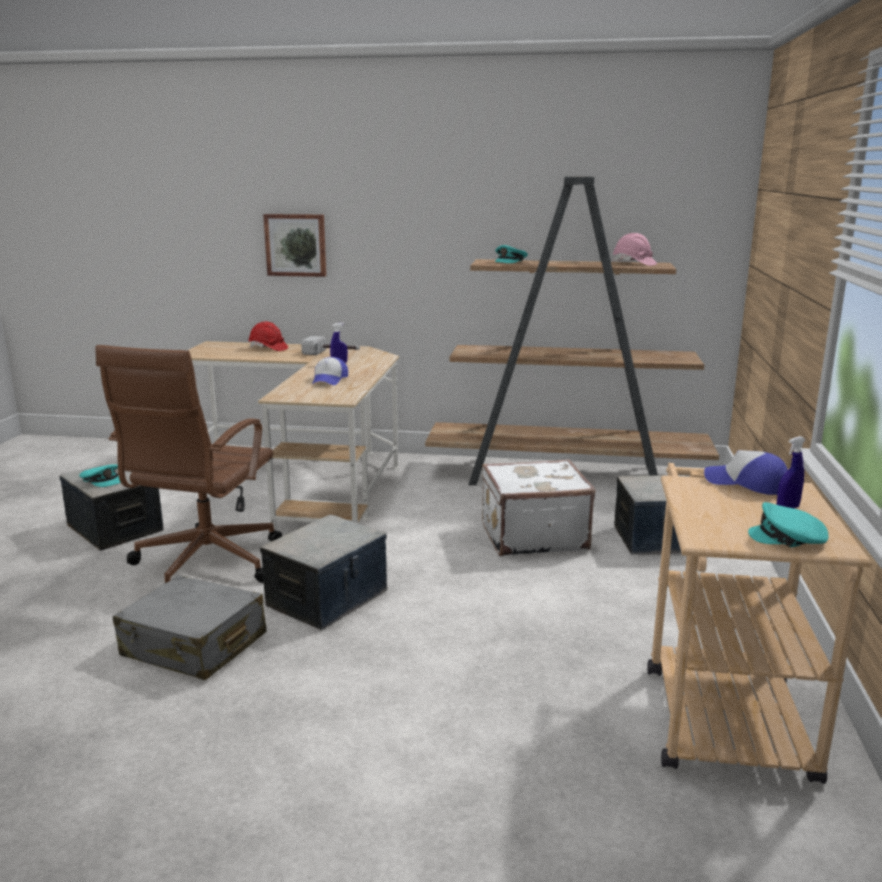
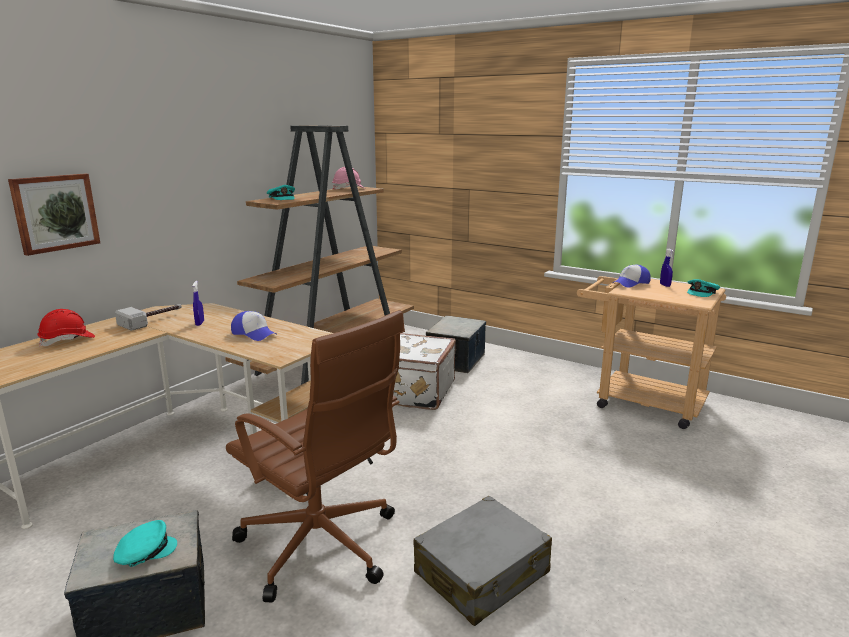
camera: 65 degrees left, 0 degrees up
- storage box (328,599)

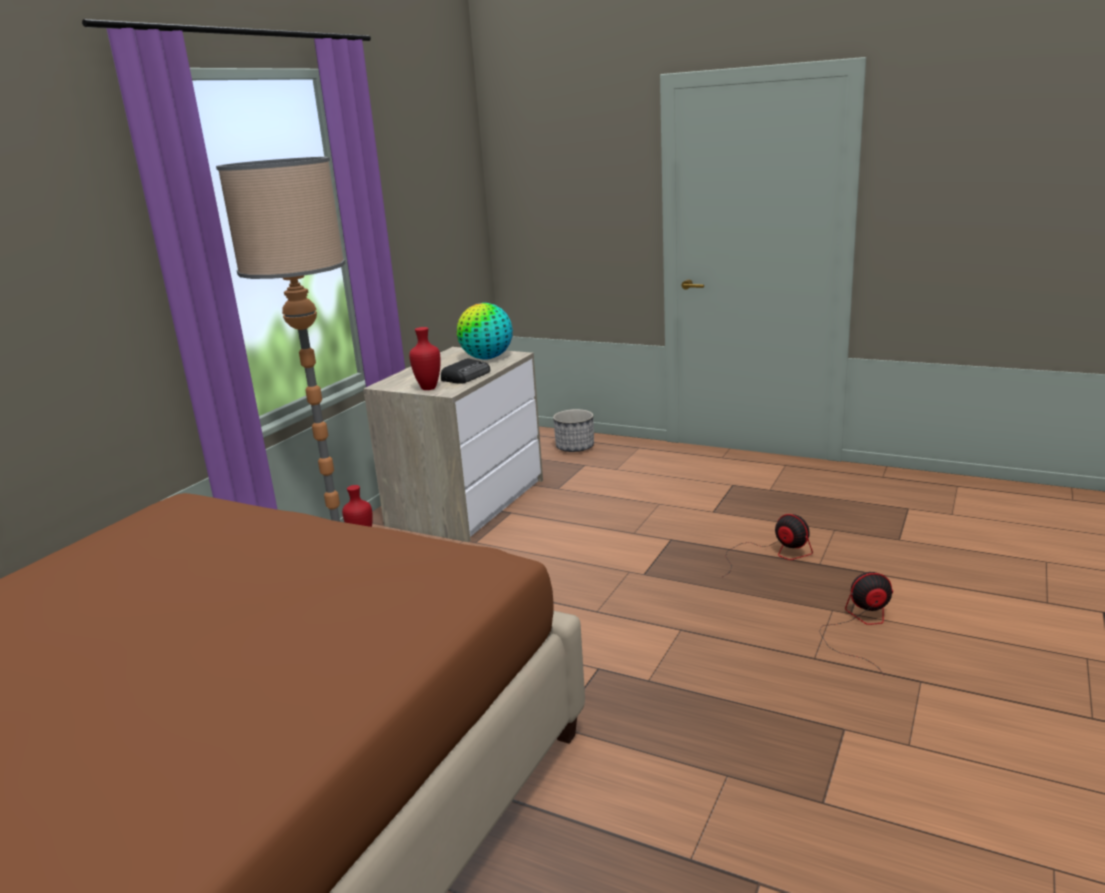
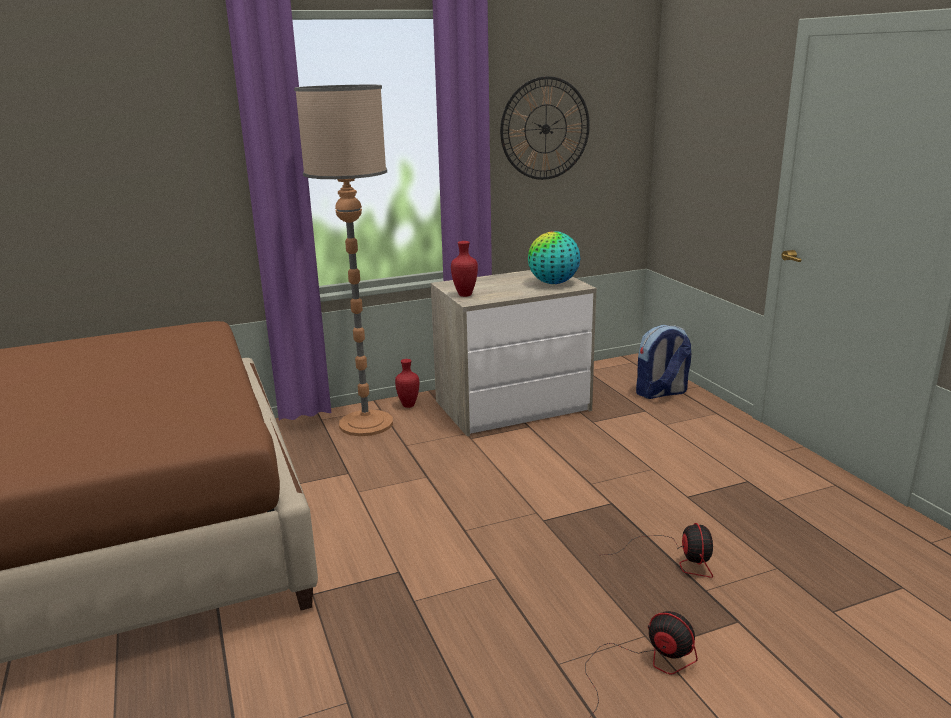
camera: 40 degrees right, 0 degrees up
- radio (466,376)
+ wall clock (545,129)
~ planter (575,447) to backpack (661,393)

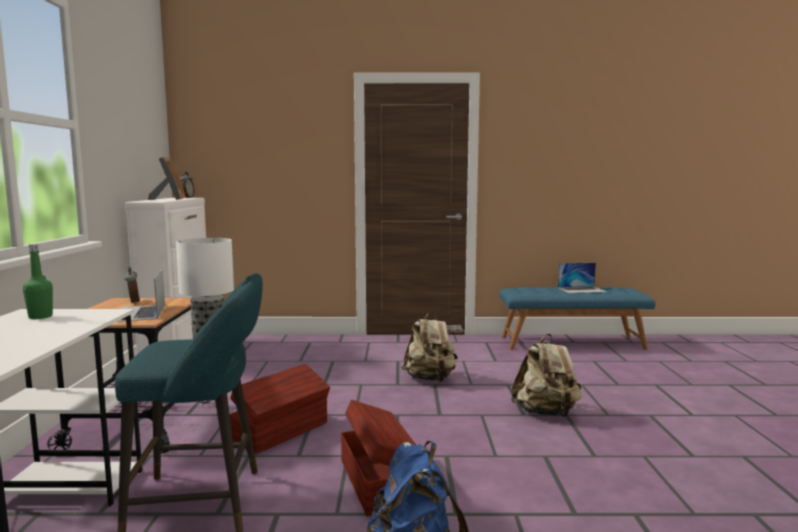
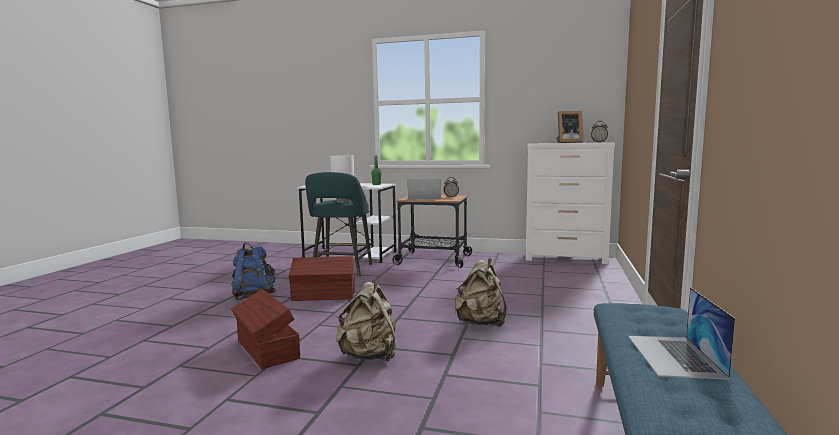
camera: 105 degrees right, 0 degrees up
~ storage box (brown) (282,431) to (266,350)

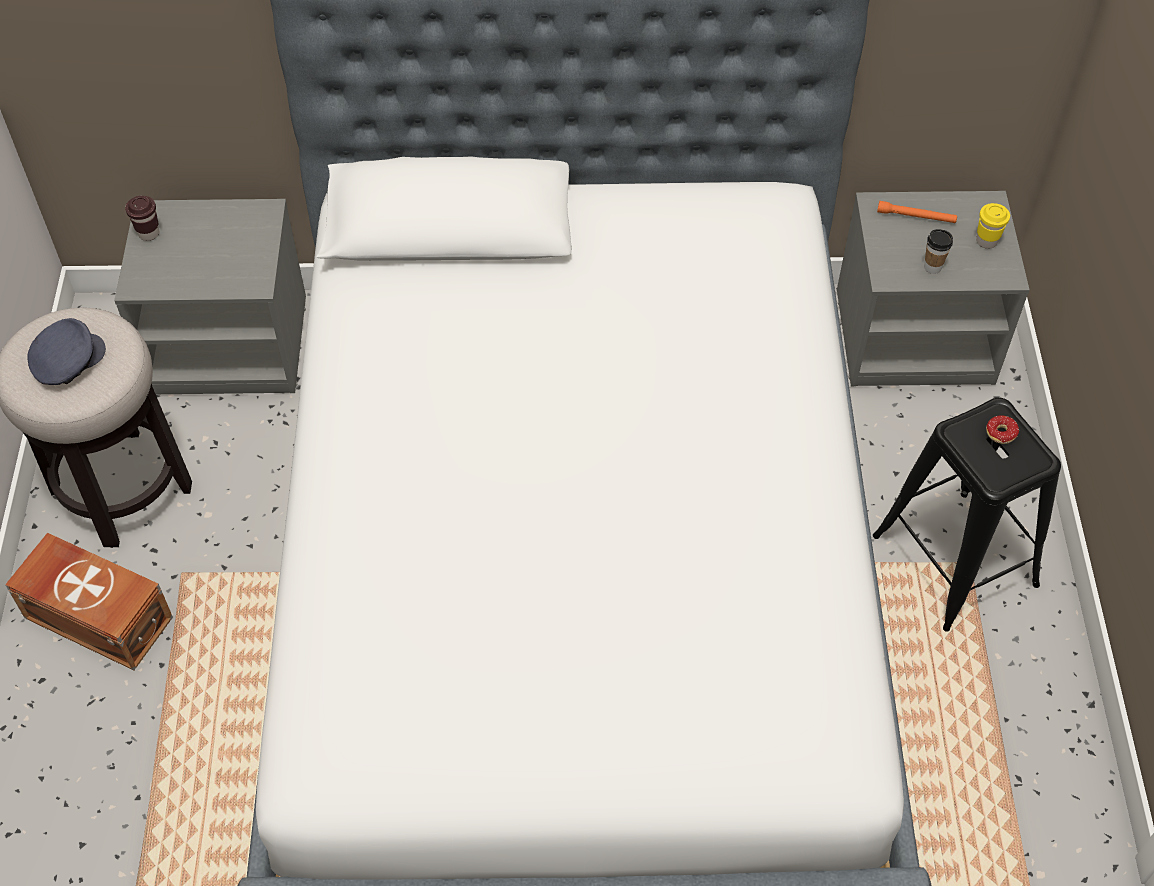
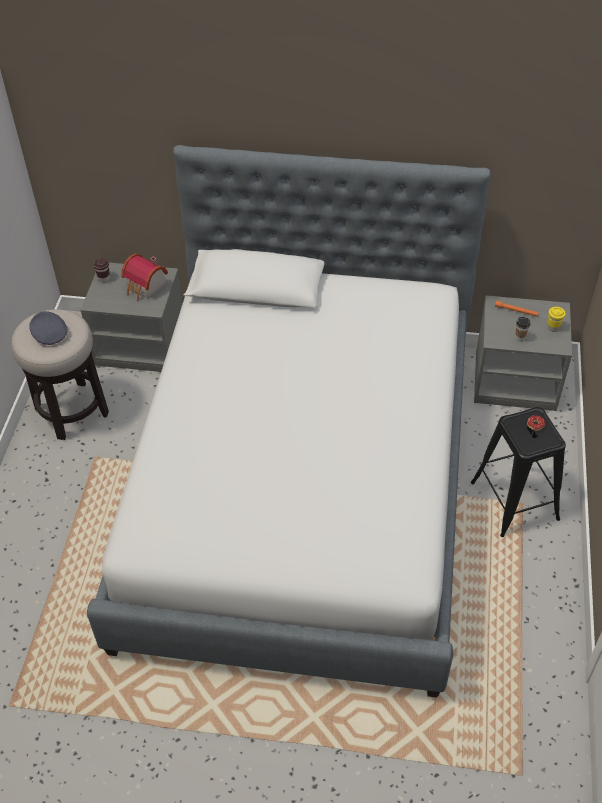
camera: 10 degrees right, 5 degrees down
- storage box (brown) (98,615)
+ toy house (145,287)
~ cap (grey) (67,361) = (49,334) 90 degrees counterclockwise

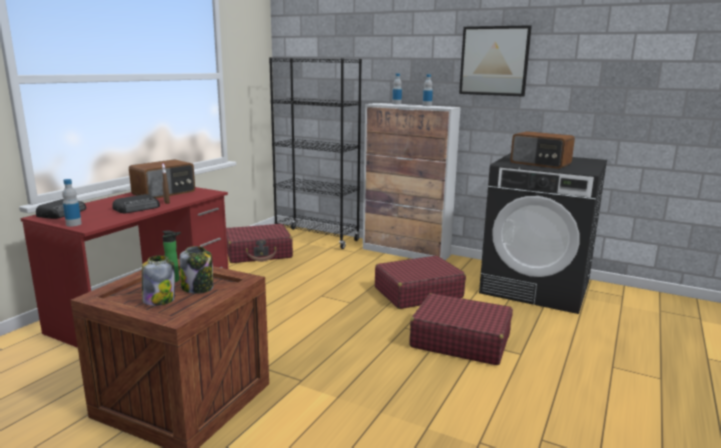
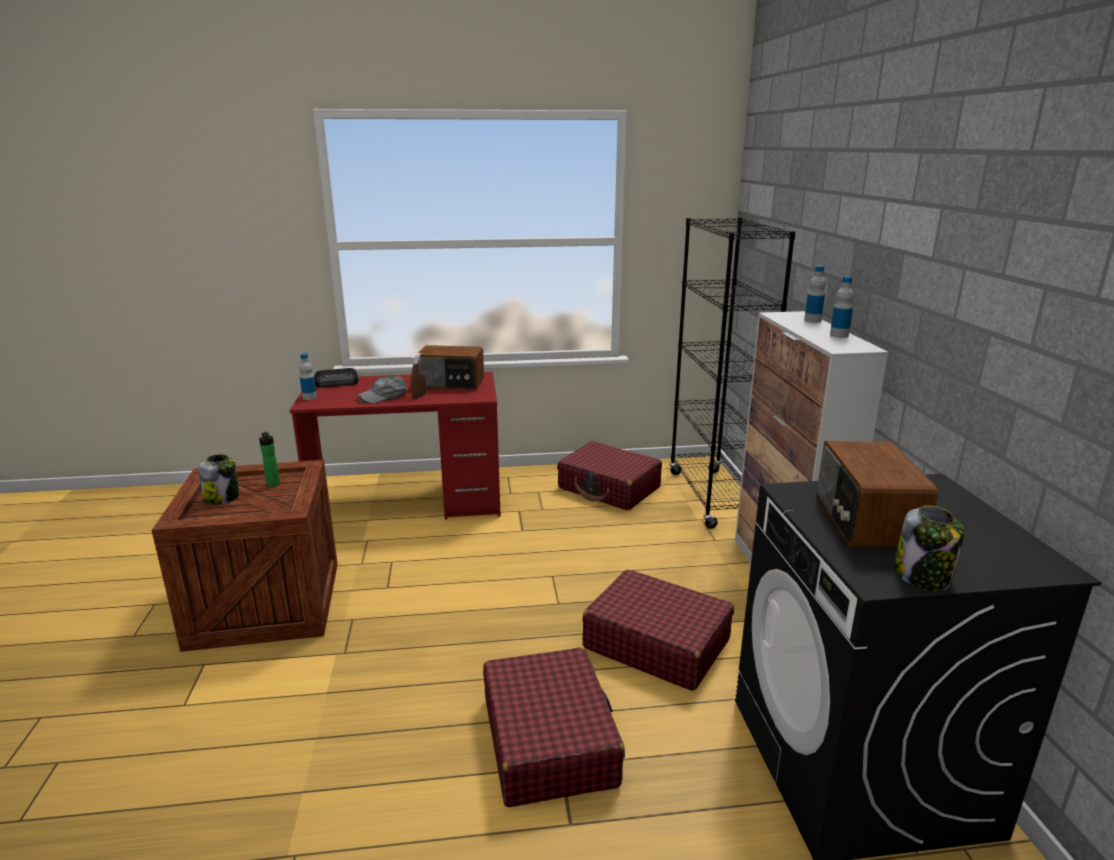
camera: 55 degrees right, 5 degrees up
- picture (494,61)
~ jar (198,288) to (923,577)
~ radio (138,208) to cap (grey) (384,396)

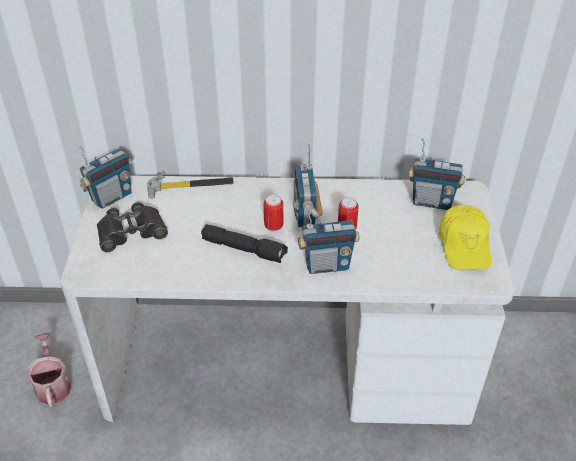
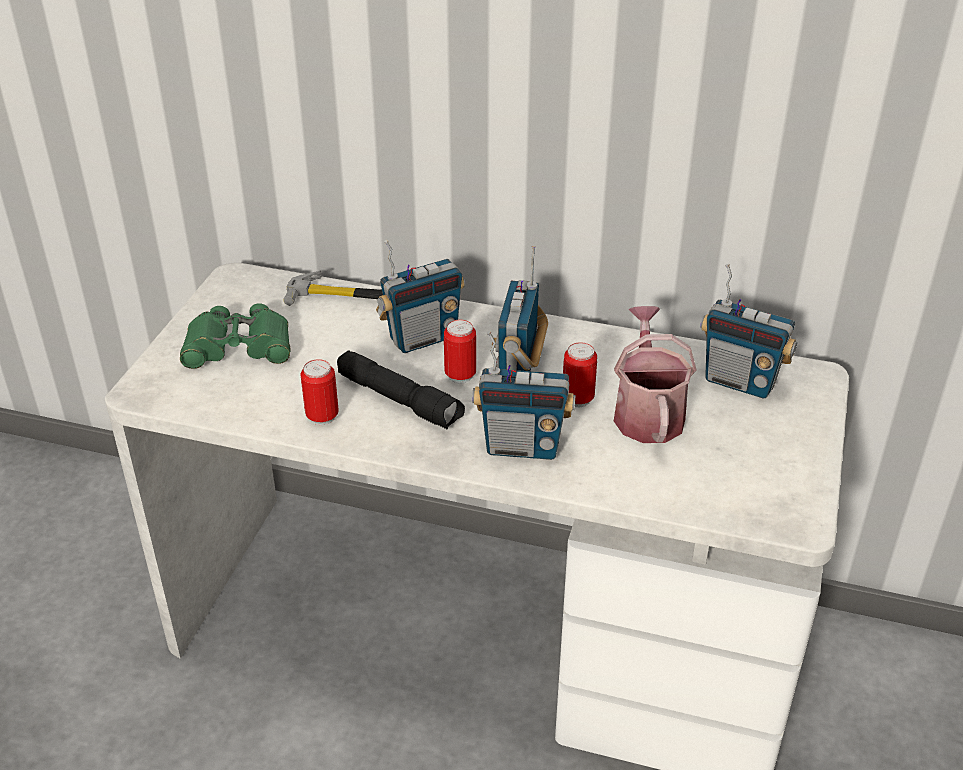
camera: 15 degrees right, 5 degrees down
- cap (yellow) (464,245)
+ can (322,417)
~ watering can (53,384) to (647,412)
~ radio (111,197) to (422,338)
~ binoculars (black) (131,232) to binoculars (green) (238,346)

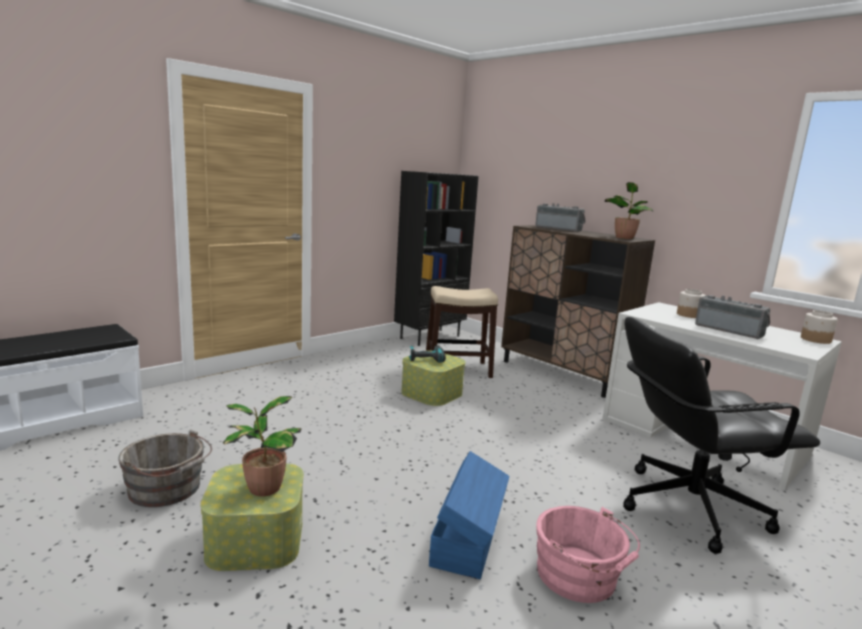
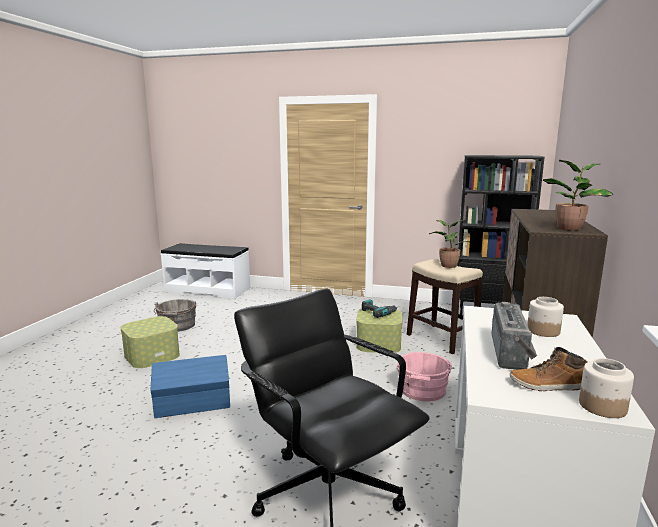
camera: 60 degrees right, 0 degrees up
- radio (559,229)
+ boot (546,385)
~ potted plant (262,488) to (447,265)
~ bucket (pink) (580,577) to (422,391)

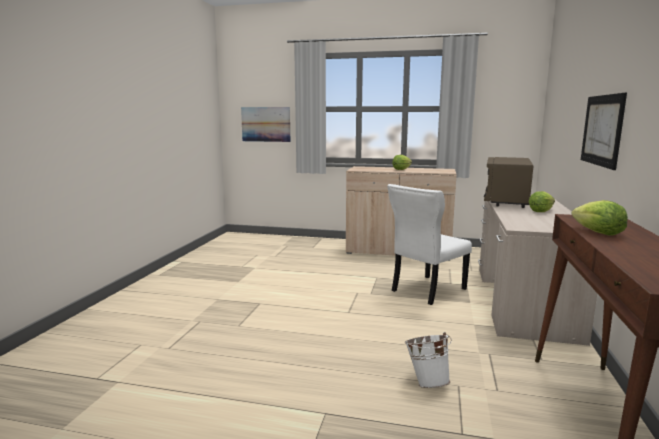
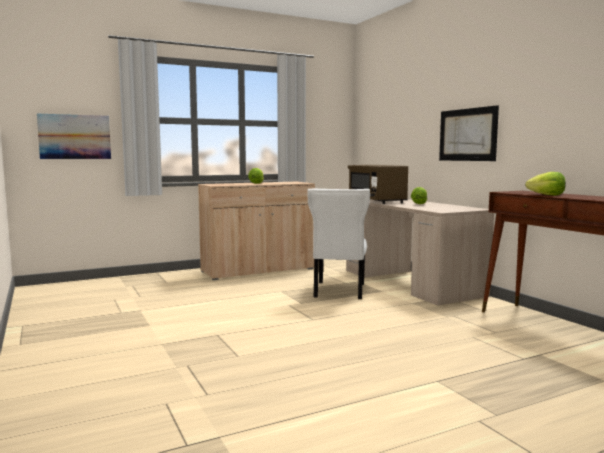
camera: 40 degrees left, 5 degrees down
- bucket (white) (427,382)

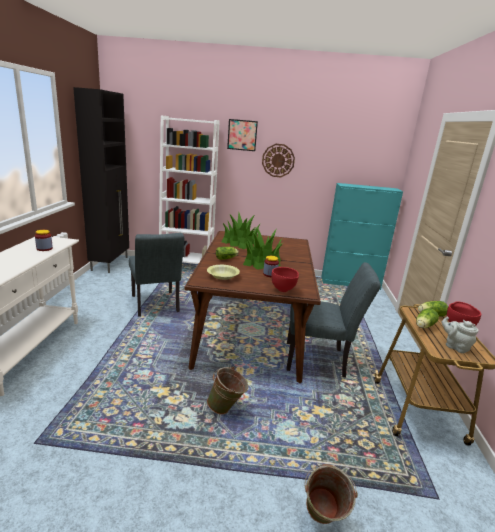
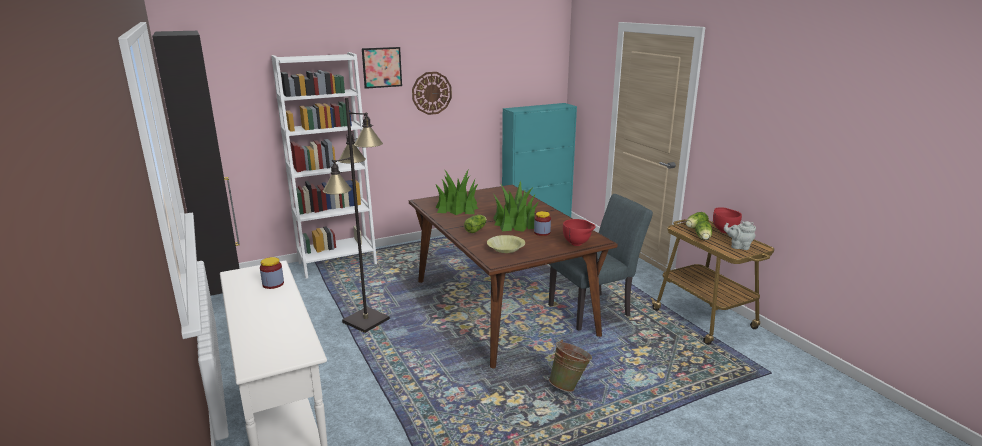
camera: 30 degrees left, 0 degrees up
- bucket (green) (322,521)
~ chair (grey) (156,306) to floor lamp (black) (366,321)

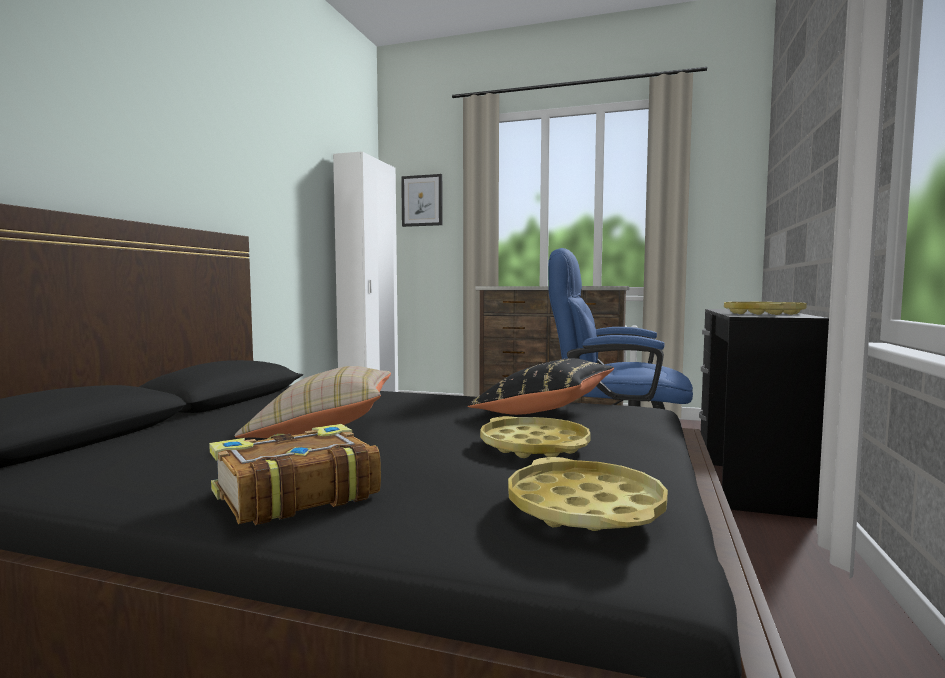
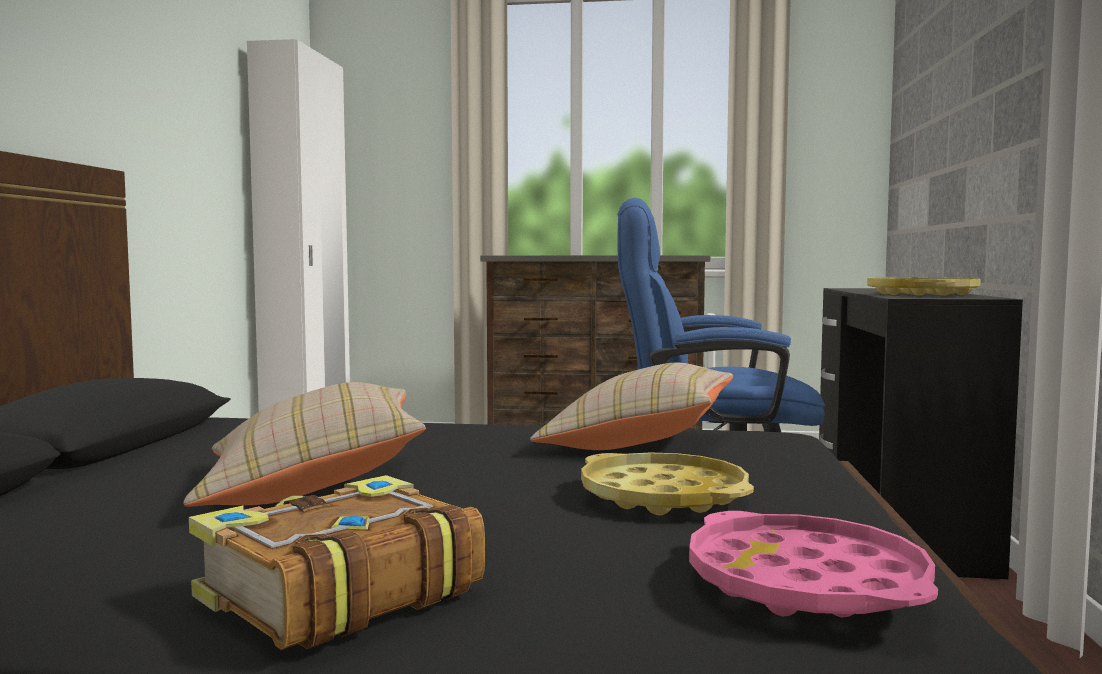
camera: 10 degrees left, 0 degrees up
- picture (422,200)
~ pillow (black) (543,411) to pillow (beige) (638,443)
~ tray (yellow) (585,508) to tray (pink) (805,584)

